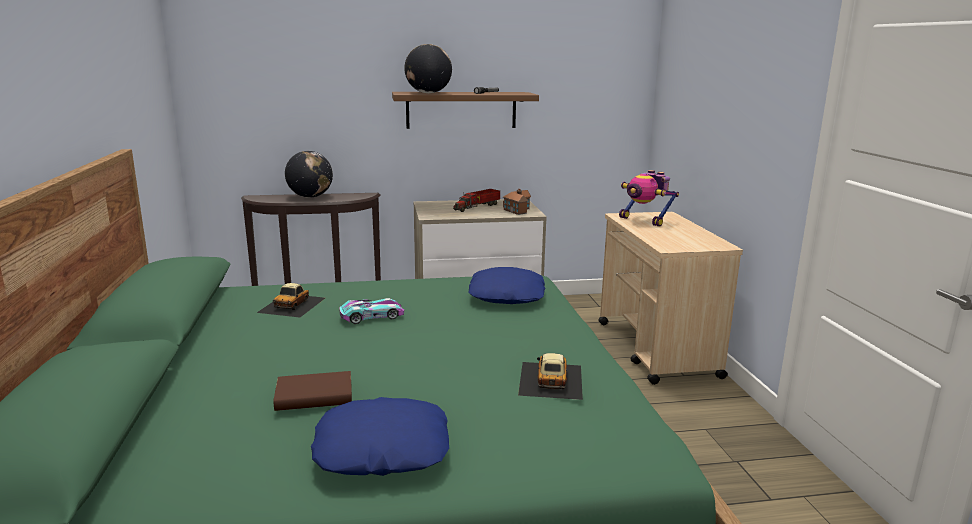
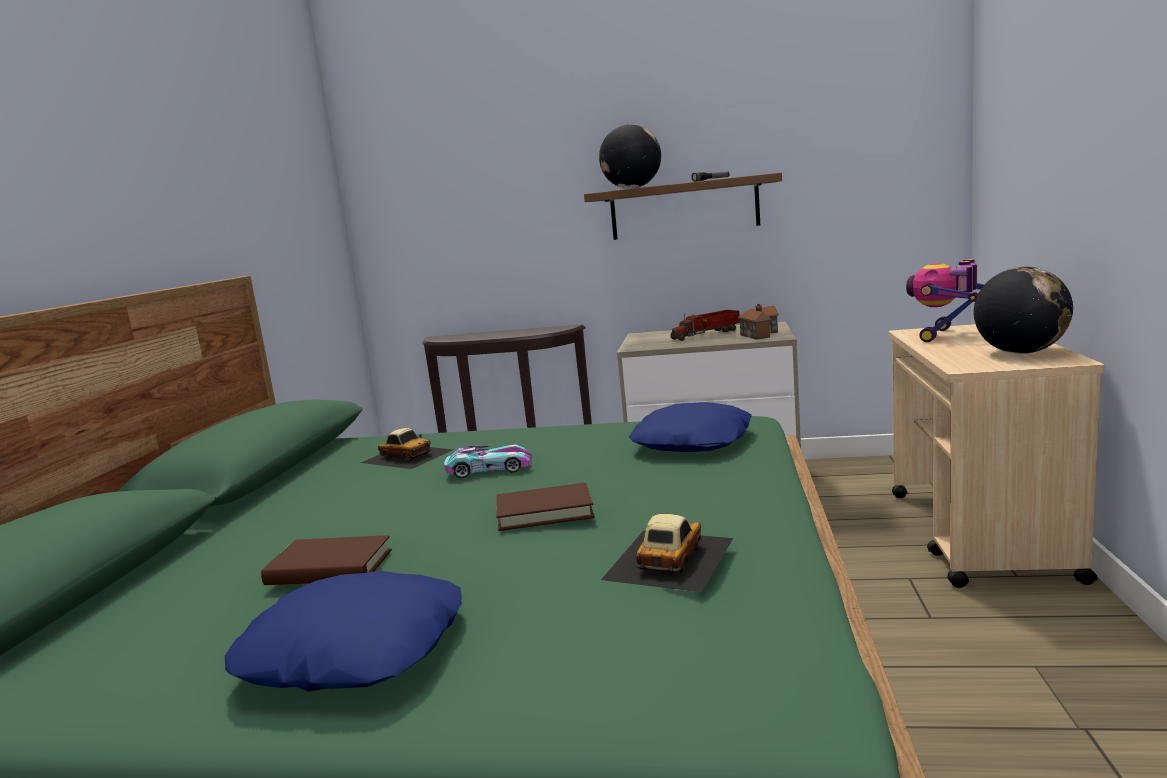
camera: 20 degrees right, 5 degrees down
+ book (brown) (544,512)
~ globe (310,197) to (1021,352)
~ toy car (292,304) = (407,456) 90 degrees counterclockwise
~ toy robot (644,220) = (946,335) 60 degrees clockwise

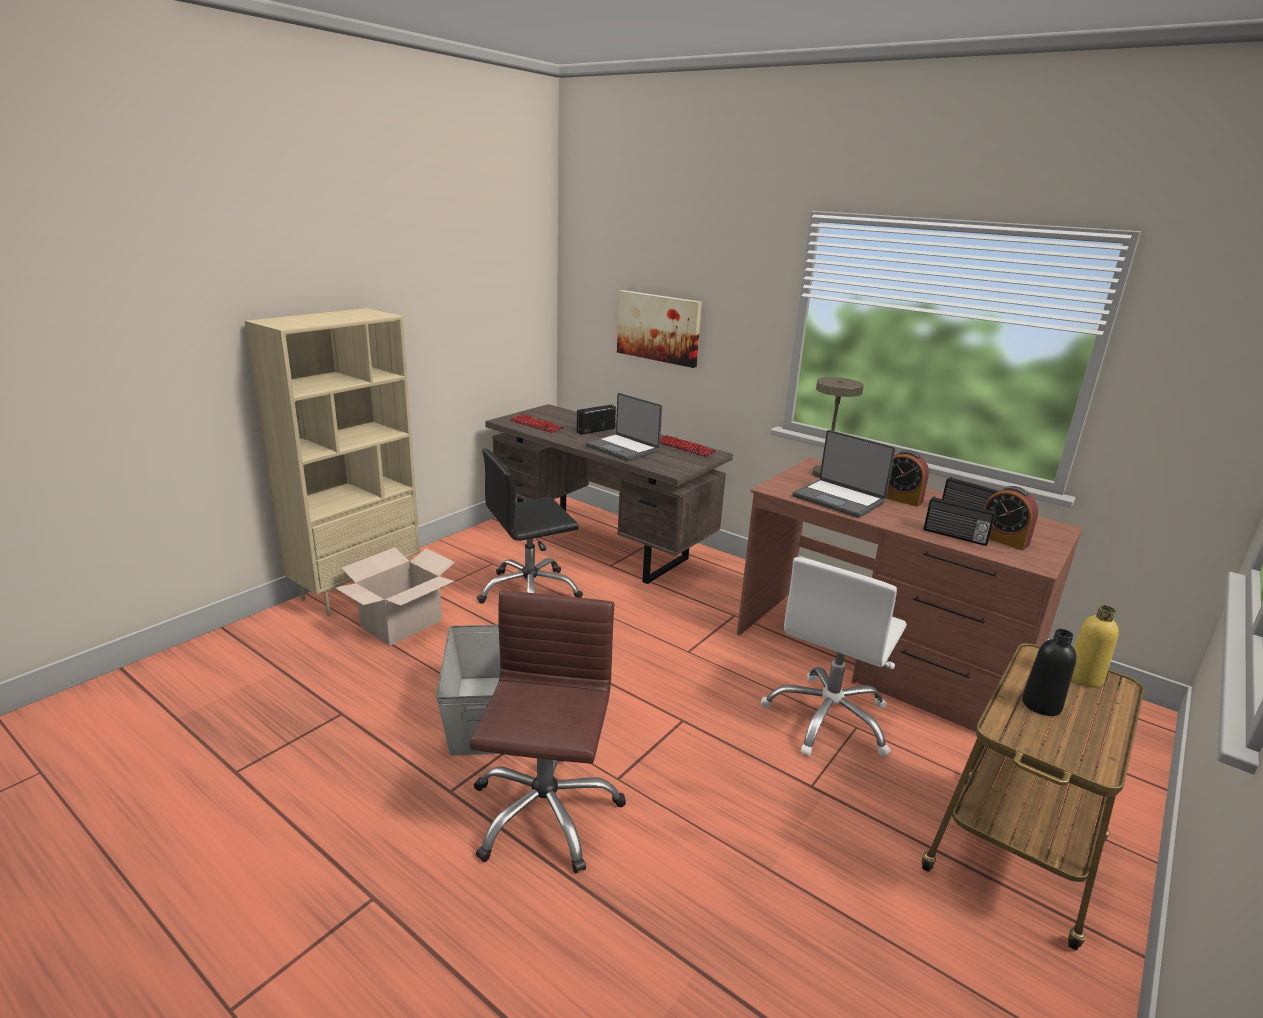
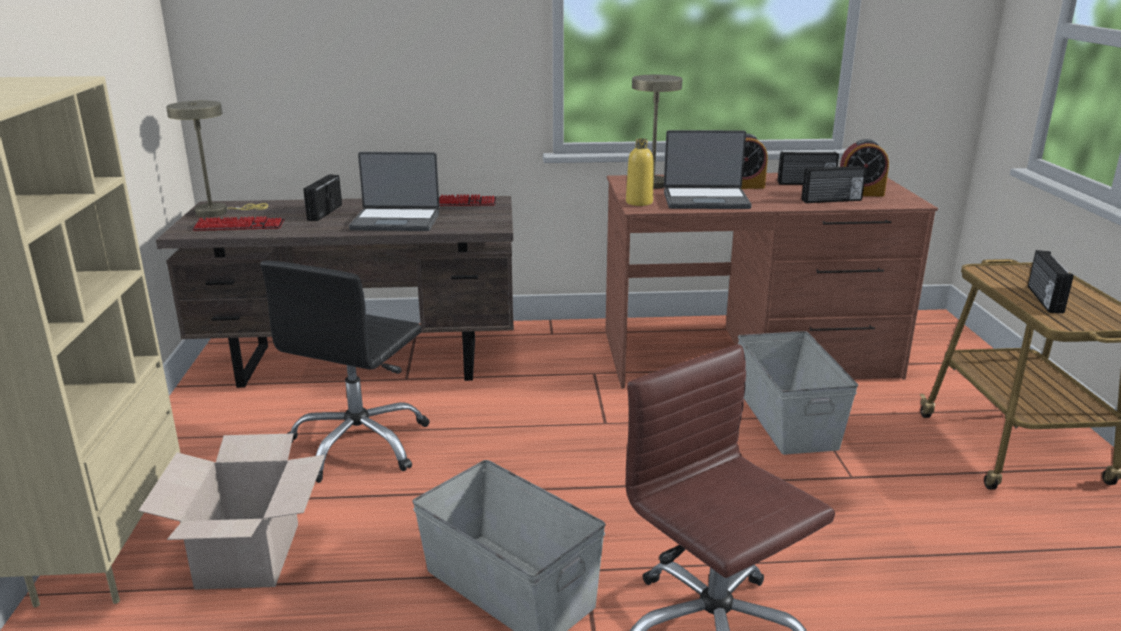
camera: 40 degrees left, 0 degrees up
- picture (658,327)
+ table lamp (beige) (218,212)
~ bottle (yellow) (1083,677) to (639,202)
~ office chair (white) (828,719) to storage box (grey) (786,420)
~ bottle (black) (1041,705) to radio (1043,299)

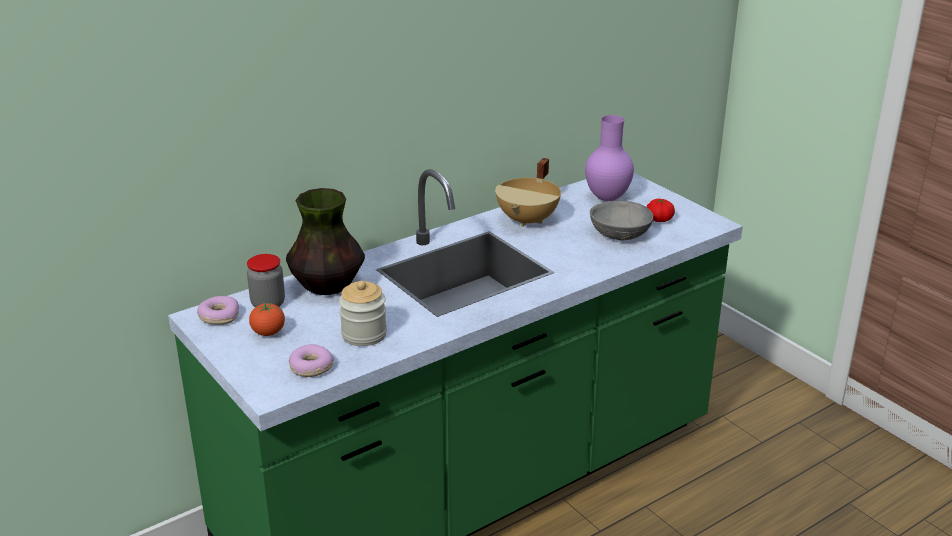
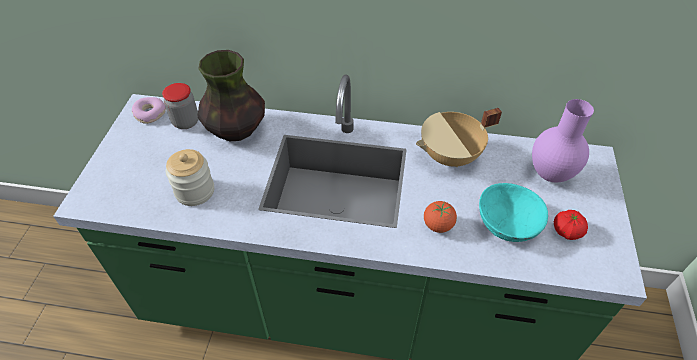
camera: 45 degrees right, 20 degrees up
- donut (310,367)
~ tomato (268,333) to (438,225)
~ bowl (grey) (620,234) to bowl (turquoise) (507,224)

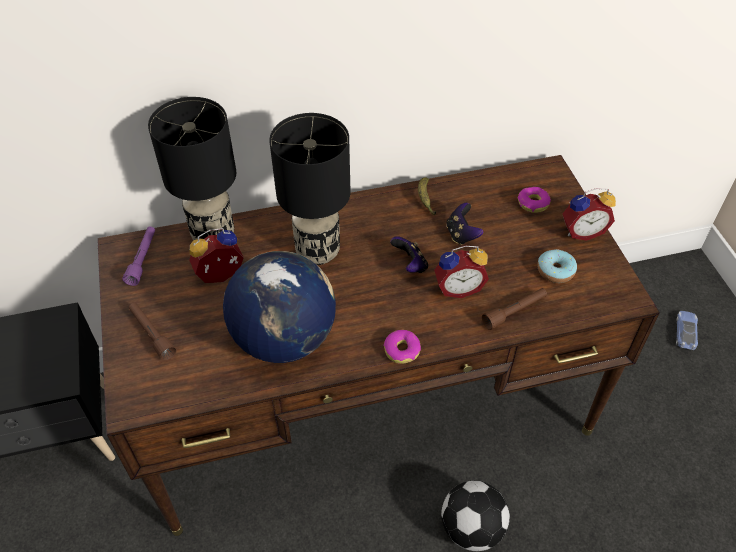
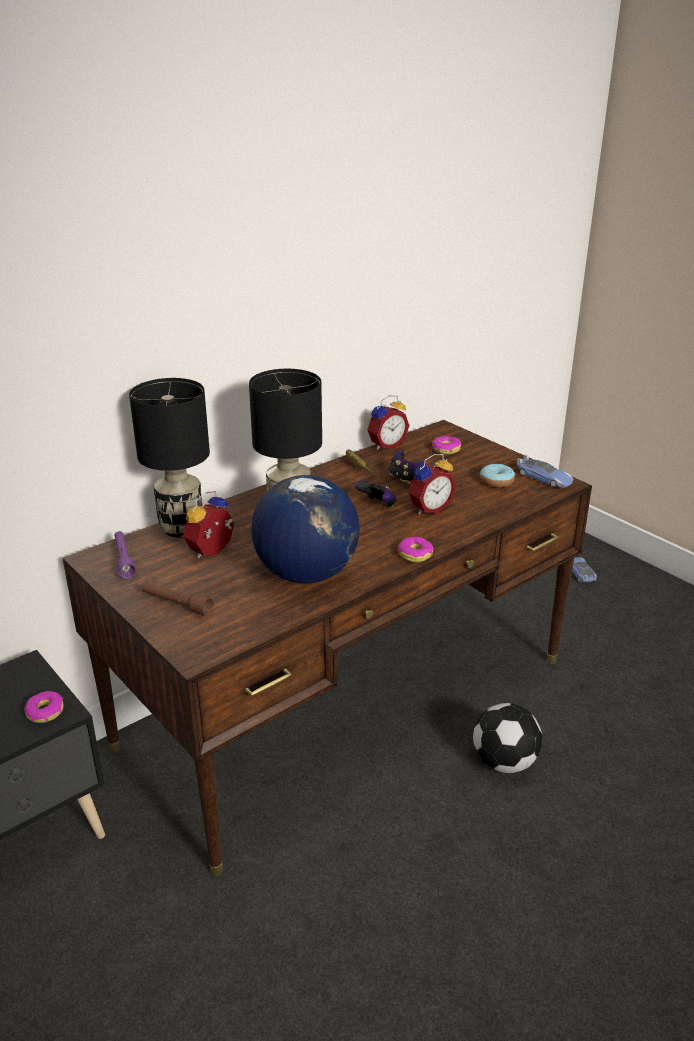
camera: 25 degrees left, 20 degrees down
- flashlight (brown) (514,312)
+ donut (45,712)
+ toy car (544,478)
~ alarm clock (582,231) to (386,445)

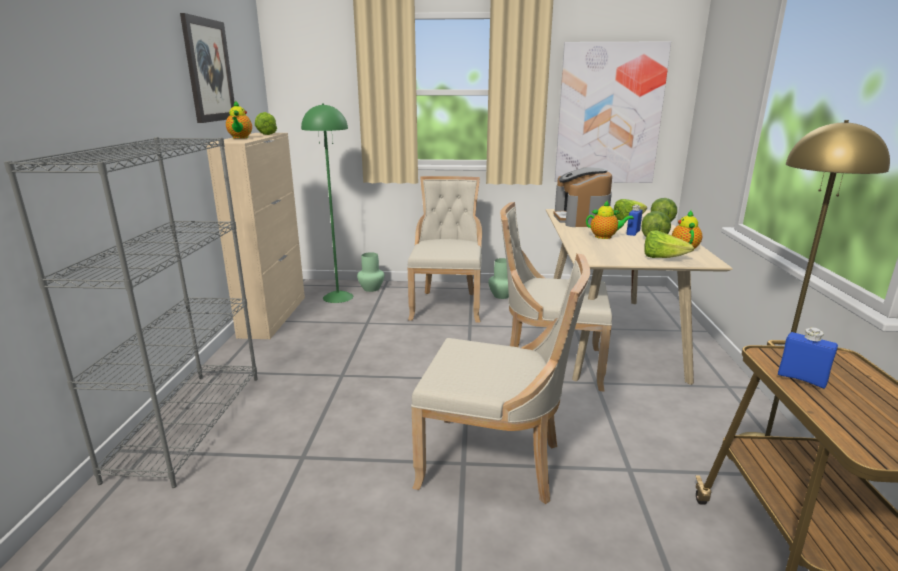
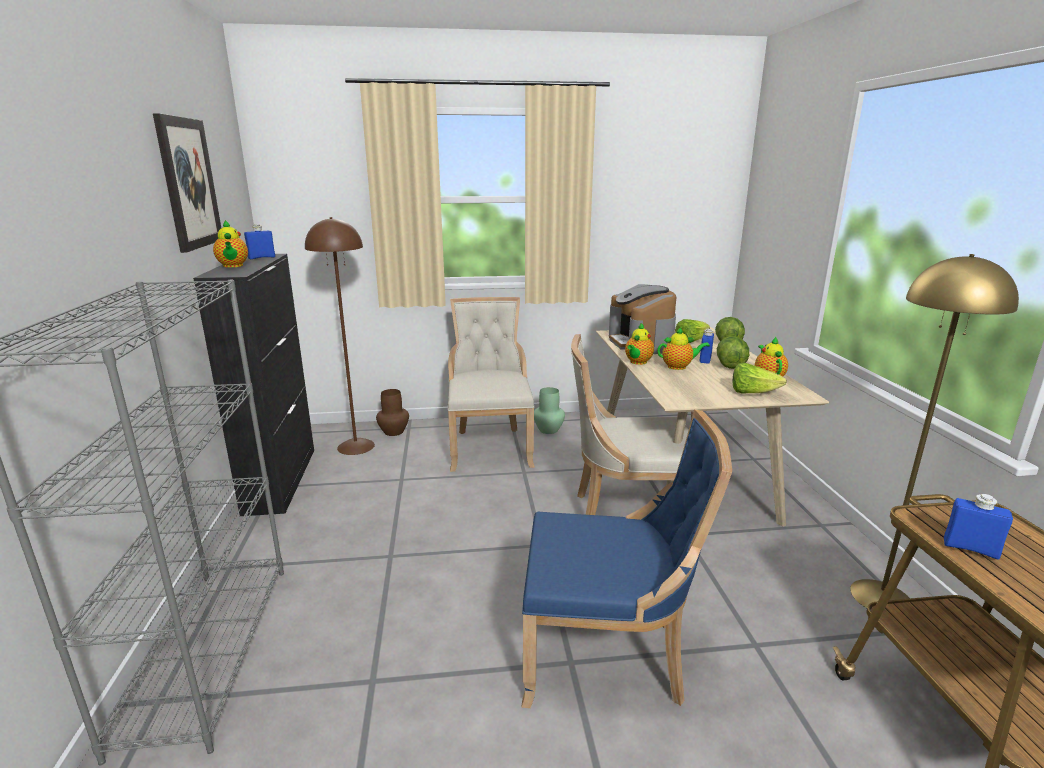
camera: 10 degrees left, 0 degrees up
- picture (609,114)
+ teapot (637,362)
~ lettuce (266,134) to bottle (blue) (261,258)
~ cabinet (beige) (273,316) to cabinet (black) (281,479)
~ floor lamp (green) (338,297) to floor lamp (brown) (355,446)
~ vase (green) (372,288) to vase (brown) (394,432)
~ chair (beige) (496,462) to chair (blue) (608,656)

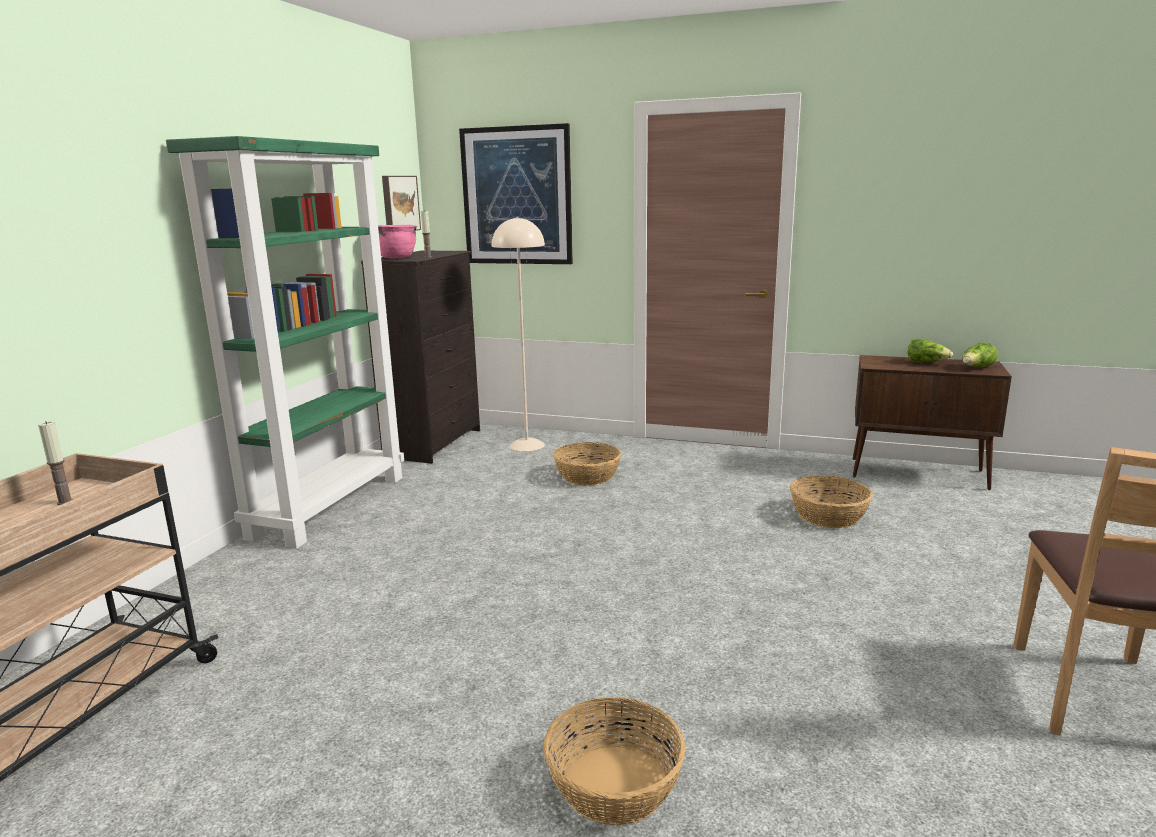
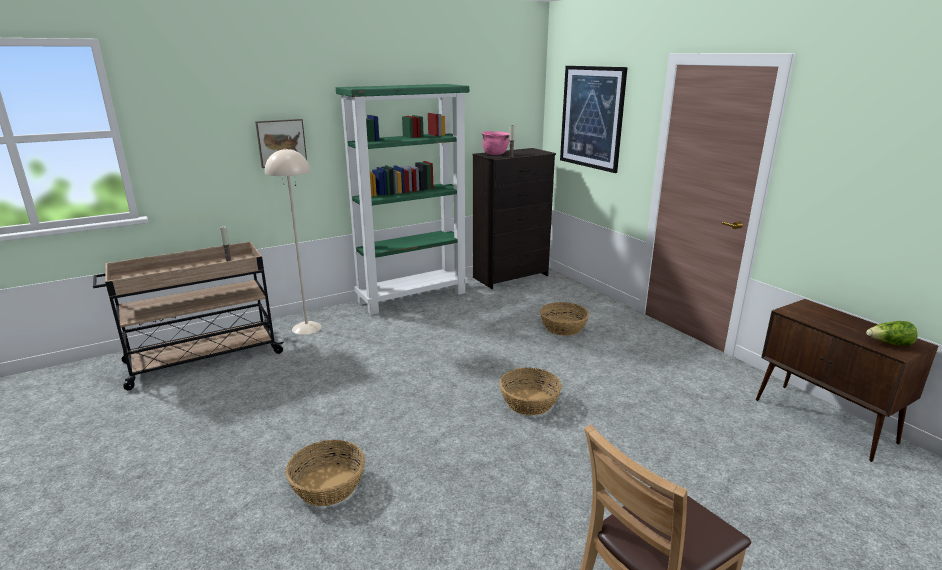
camera: 40 degrees right, 5 degrees up
- lettuce (926,363)
~ picture (399,204) to (281,143)
~ floor lamp (beige) (527,445) to (307,328)
~ basket (828,515) to (529,402)

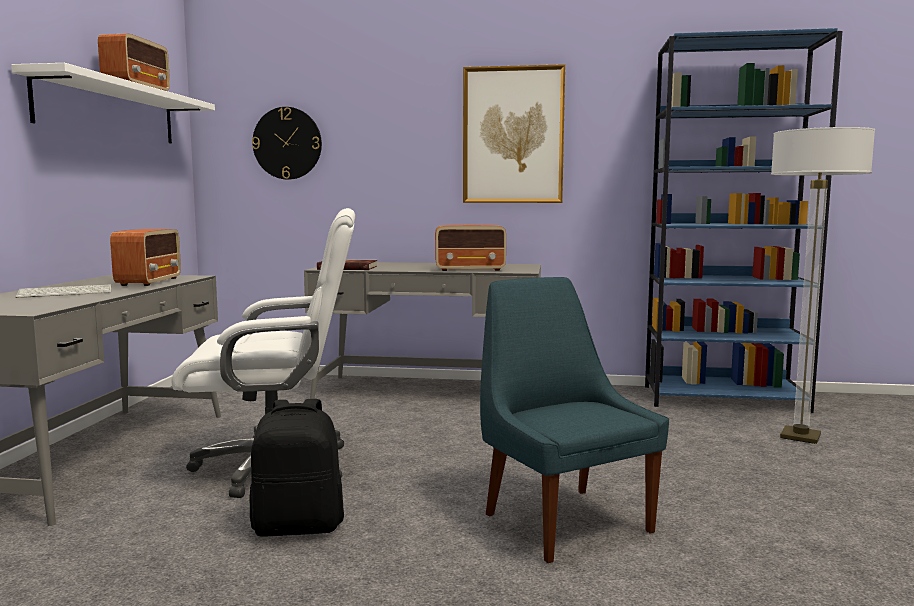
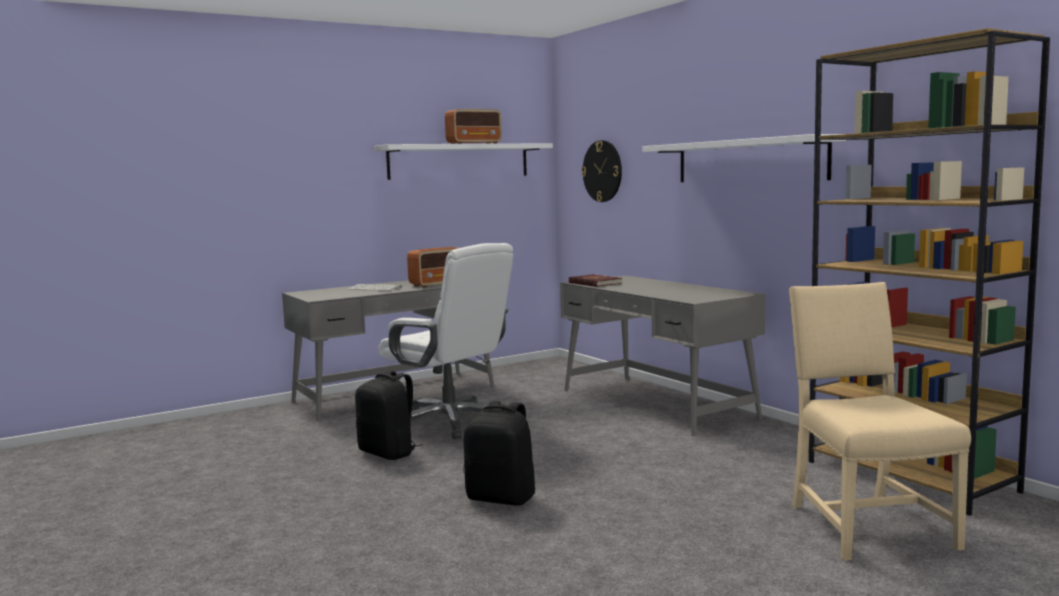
camera: 50 degrees right, 0 degrees up
- radio (470,269)
~ picture (513,135) to shelf (white) (749,161)
~ chair (blue) (563,520) to backpack (black) (502,498)
~ floor lamp (800,436) to chair (beige) (865,524)
~ bookcase (blue) (724,398) to bookcase (brown) (911,476)

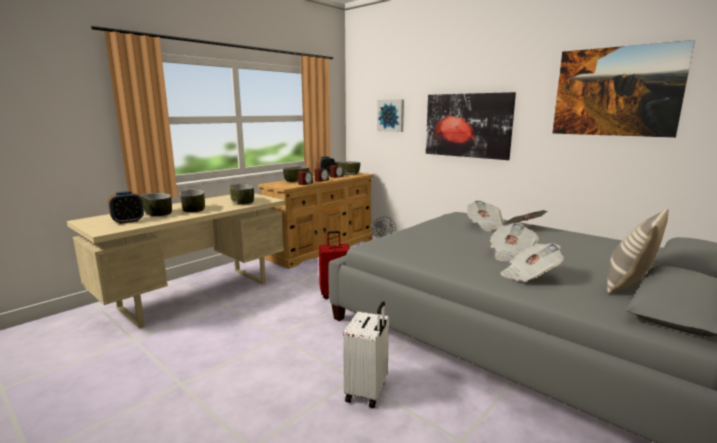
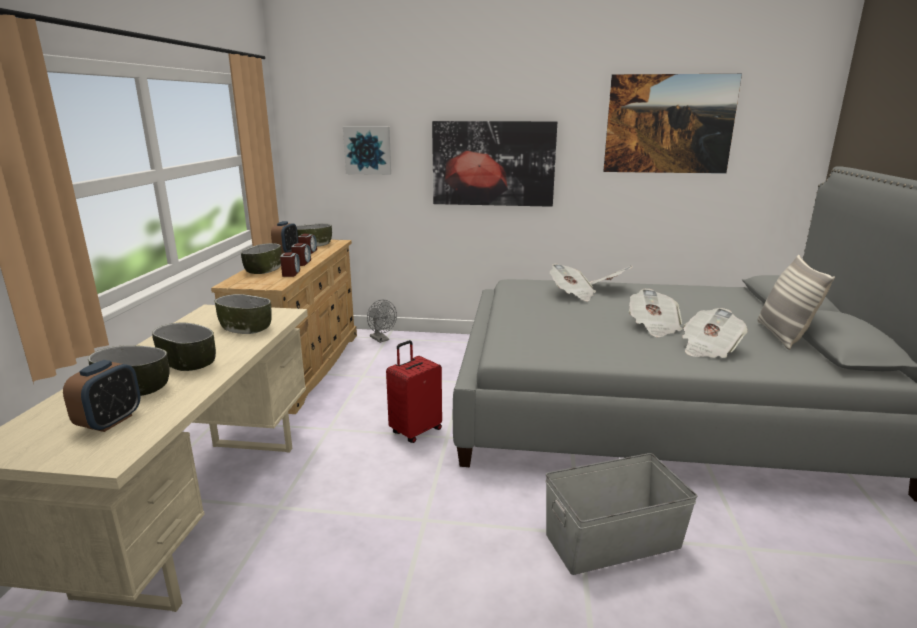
camera: 35 degrees left, 5 degrees up
~ suitcase (white) (367,391) to storage box (grey) (614,541)

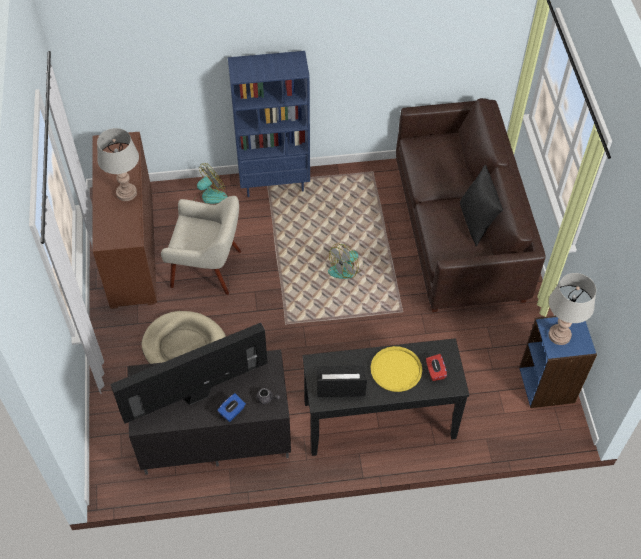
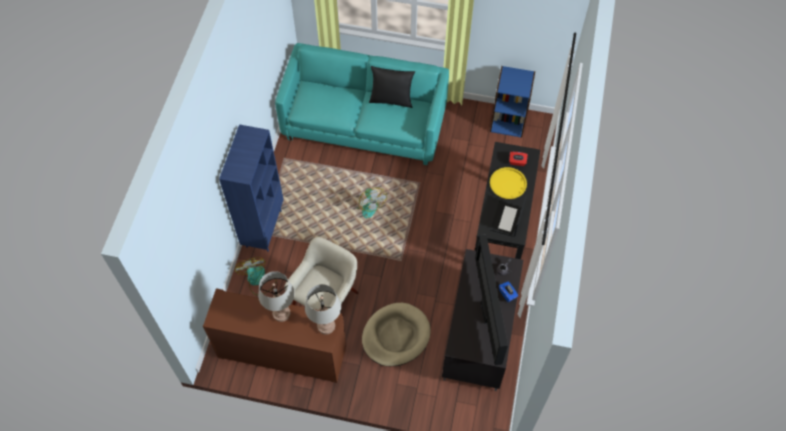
camera: 70 degrees left, 5 degrees up
~ table lamp (grey) (559,335) to (326,326)
~ sofa (brown) (459,231) to sofa (turquoise) (365,124)

